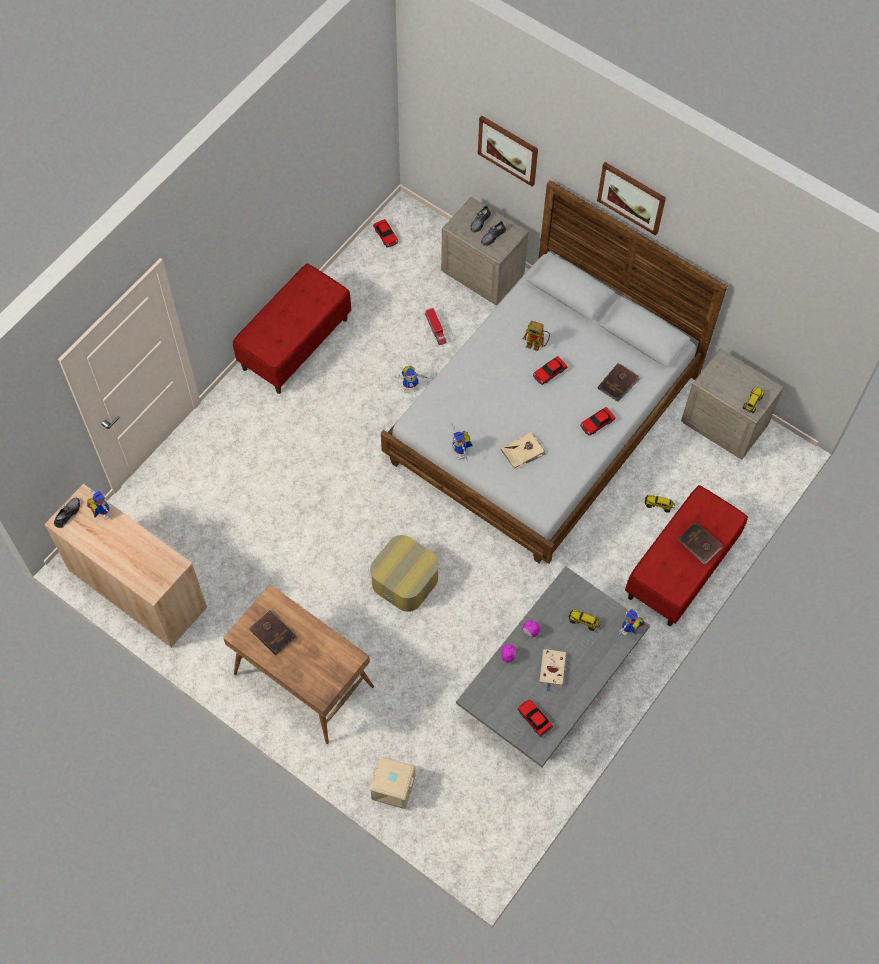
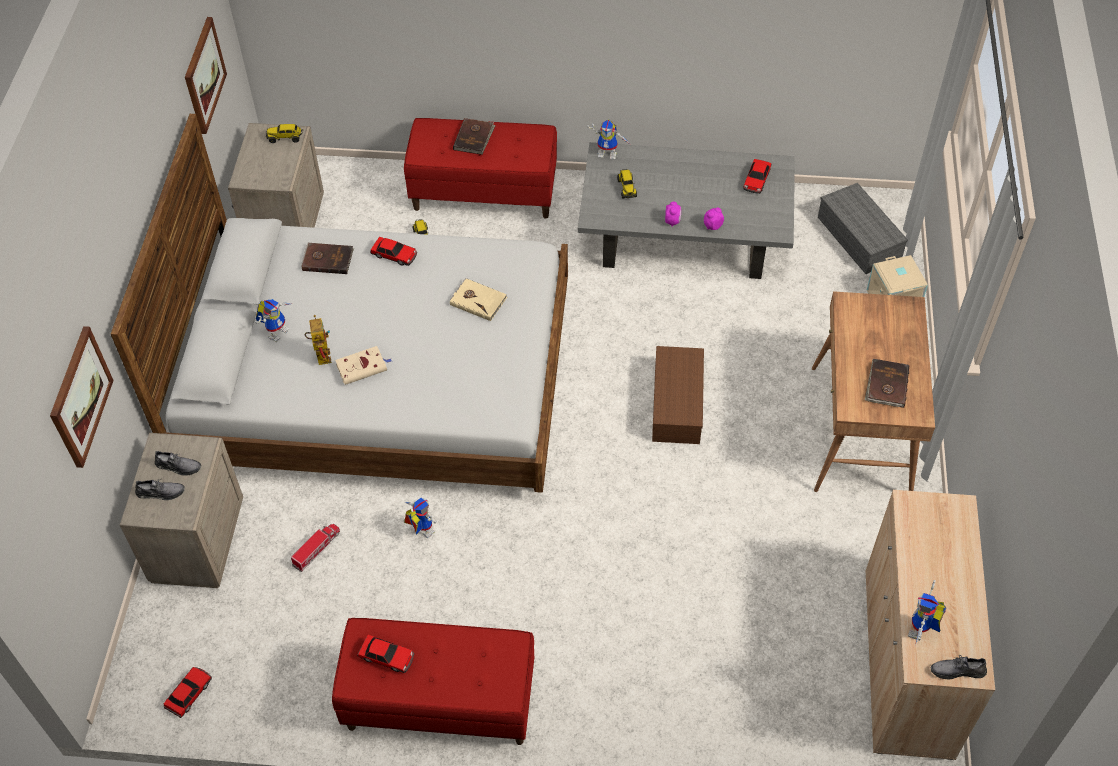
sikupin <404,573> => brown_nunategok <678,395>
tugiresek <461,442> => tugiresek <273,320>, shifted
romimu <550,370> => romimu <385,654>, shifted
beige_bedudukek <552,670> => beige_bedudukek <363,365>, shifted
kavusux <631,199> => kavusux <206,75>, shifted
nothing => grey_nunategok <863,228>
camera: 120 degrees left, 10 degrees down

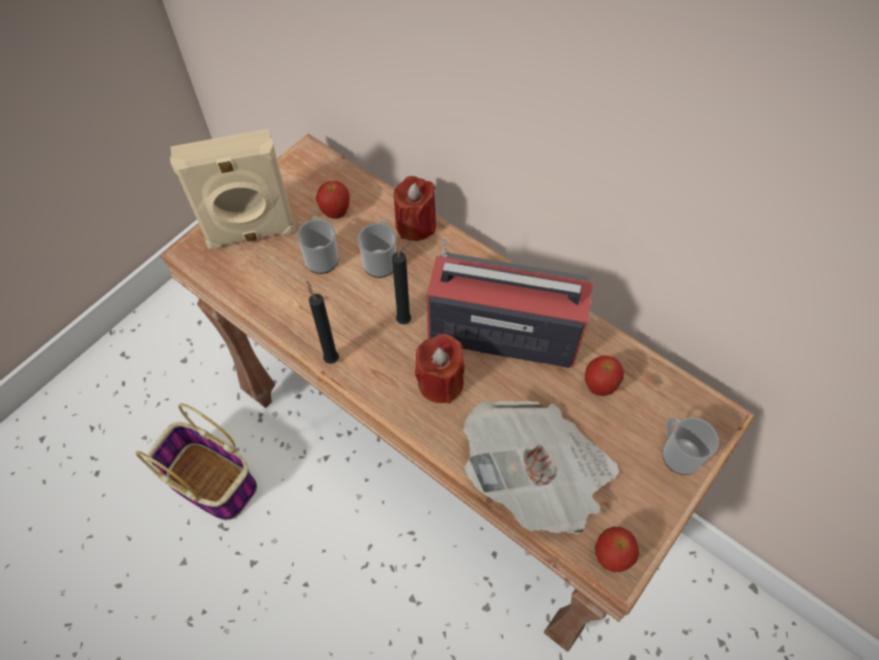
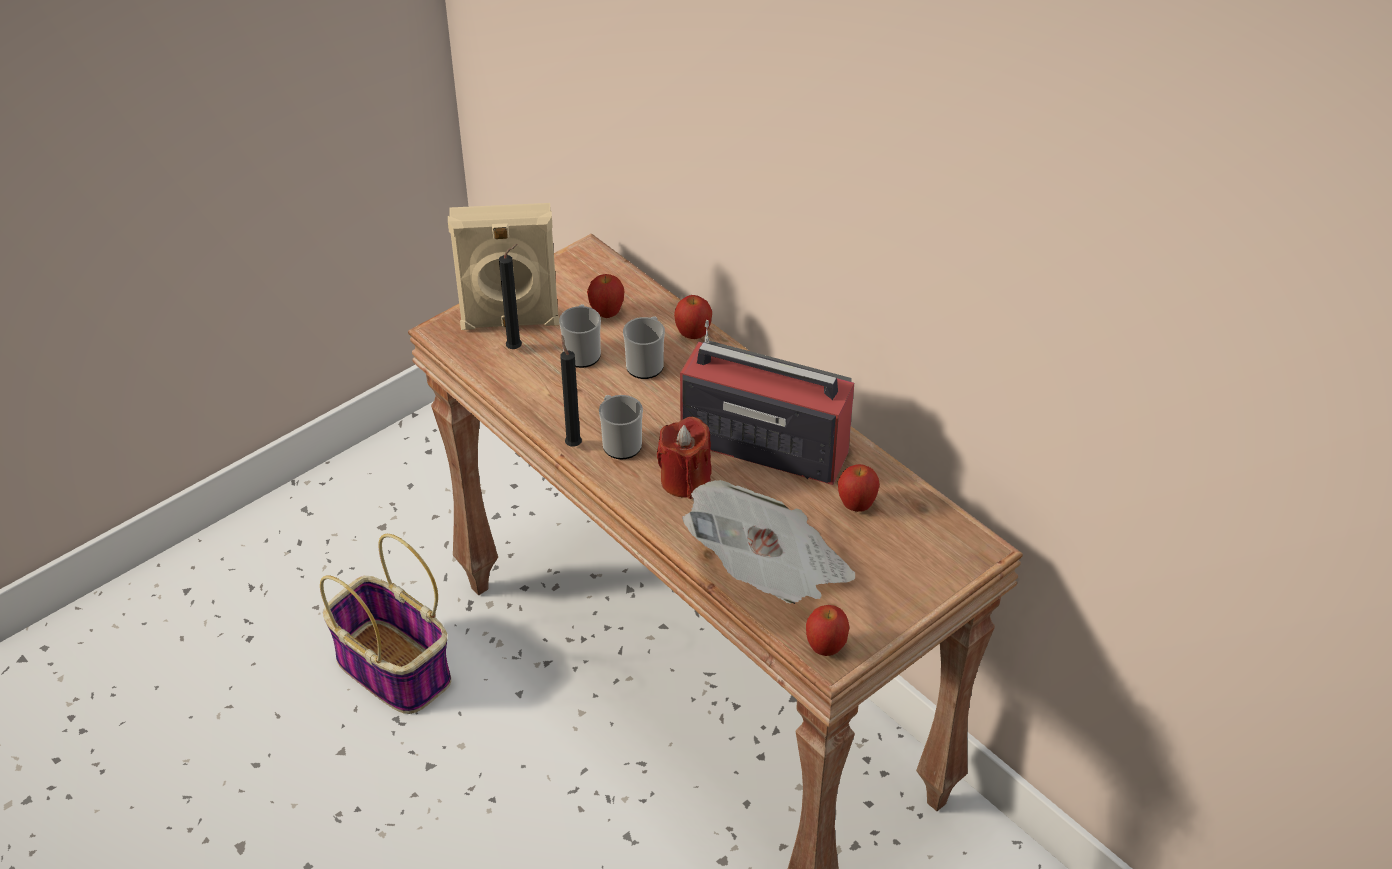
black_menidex <401,282> => black_menidex <510,296>, shifted
red_menidex <415,208> => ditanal <693,317>
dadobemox <690,446> => dadobemox <621,427>, shifted
camera: 10 degrees right, 15 degrees down

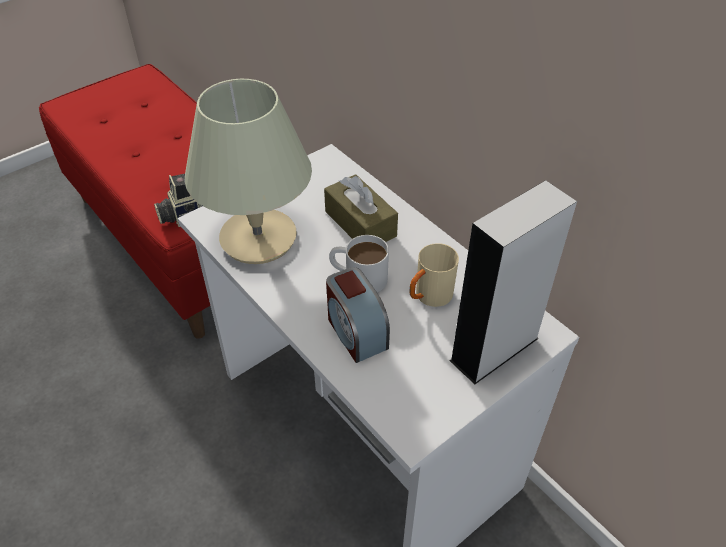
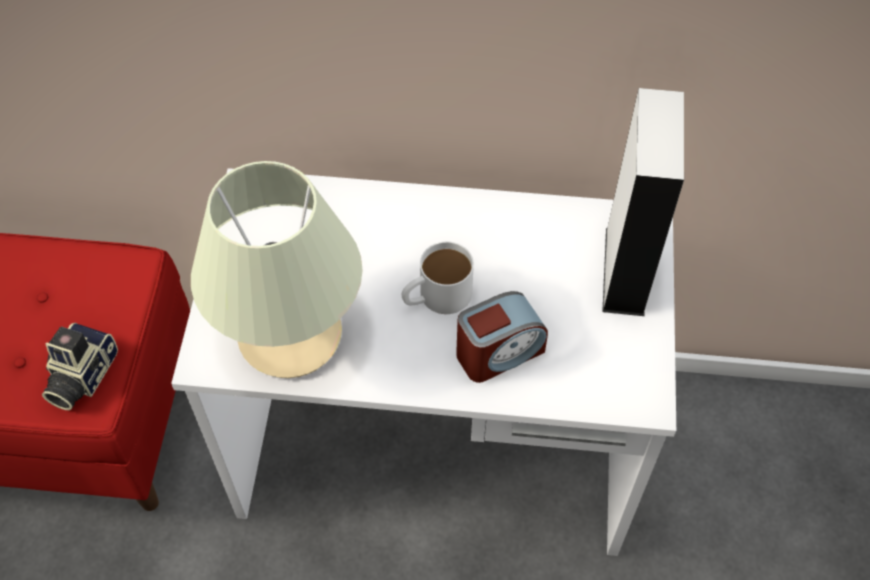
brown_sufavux <361,208> => nothing
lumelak <358,315> => lumelak <502,337>, 45 degrees counterclockwise
beige_dadobemox <434,275> => nothing
camera: 45 degrees left, 10 degrees up

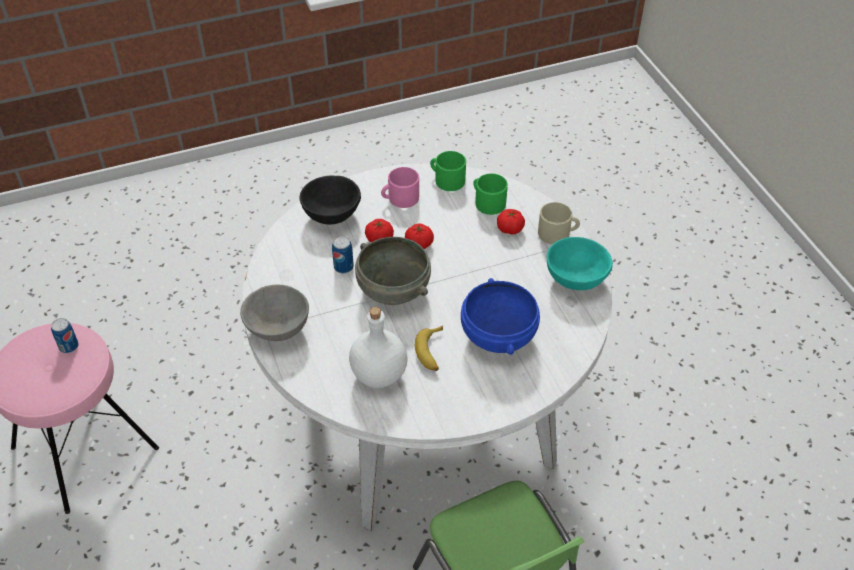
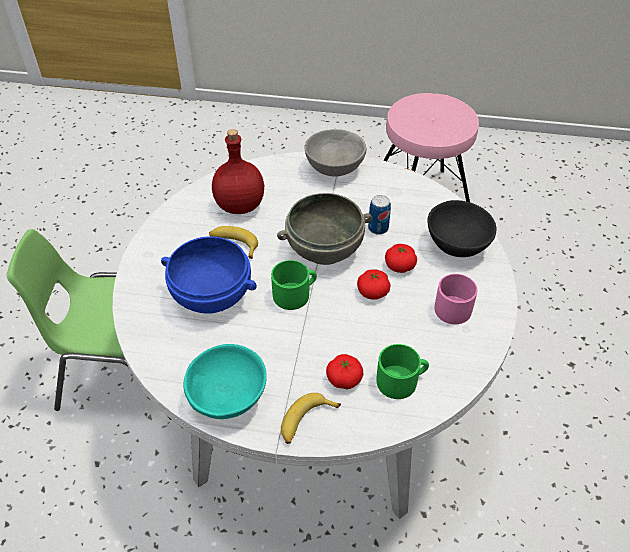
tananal <65,335> => nothing
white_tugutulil <378,347> => red_tugutulil <238,171>
green_dadobemox <448,171> => green_dadobemox <294,285>, shifted
beige_dadobemox <559,223> => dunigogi <311,418>
camera: 120 degrees right, 0 degrees up

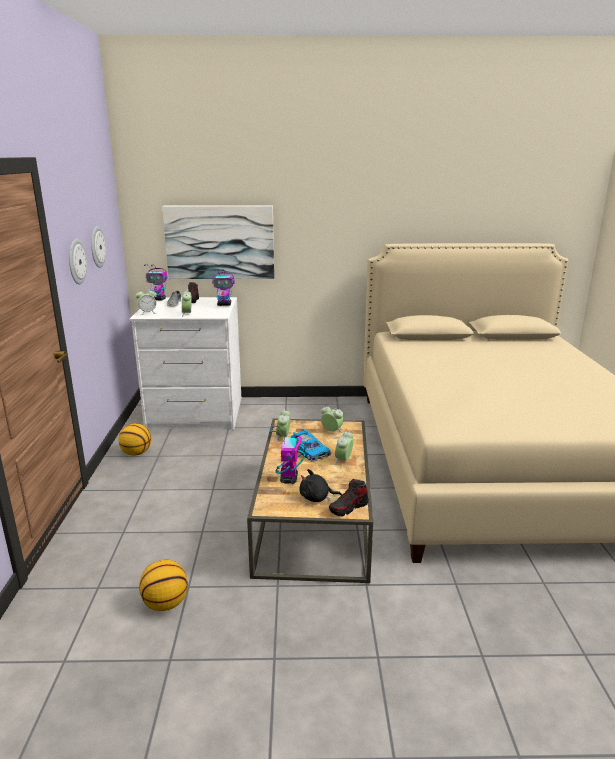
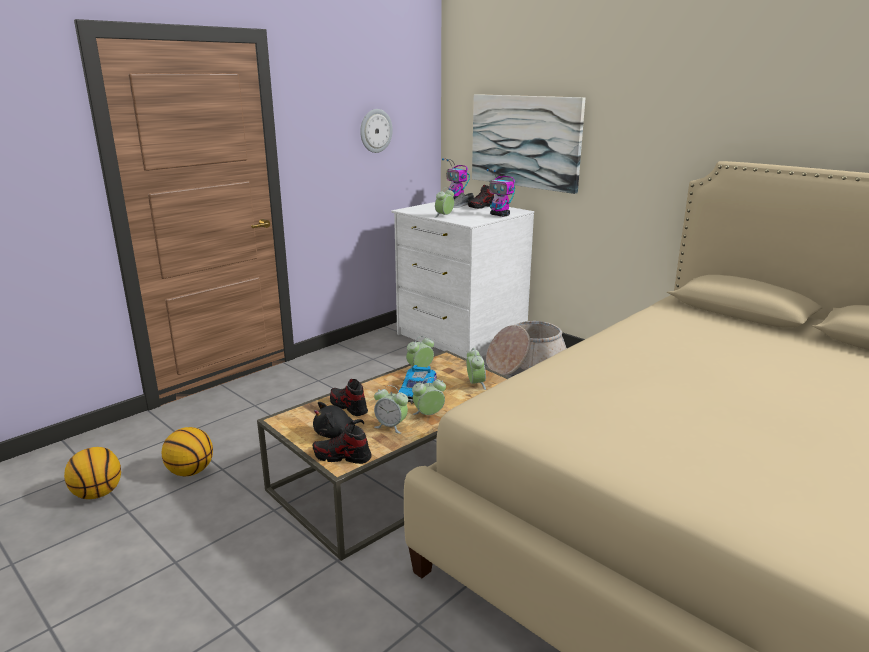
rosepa <78,262> => nothing
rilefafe <134,440> => rilefafe <92,473>, shifted
lumelak <146,303> => lumelak <391,409>, shifted
tugiresek <288,454> => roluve <349,397>
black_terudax <320,485> => black_terudax <338,420>, 75 degrees counterclockwise
nothing => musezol <526,348>
camera: 45 degrees right, 0 degrees up

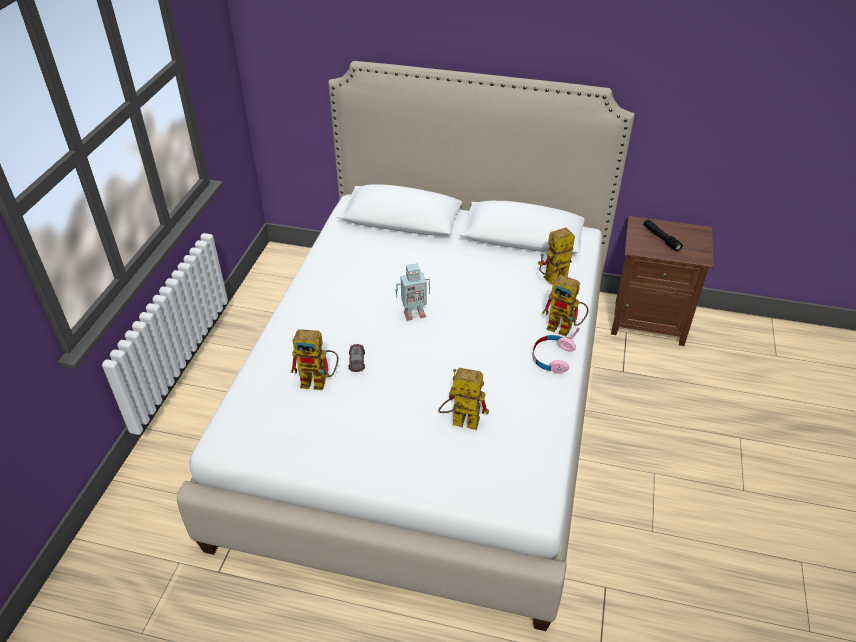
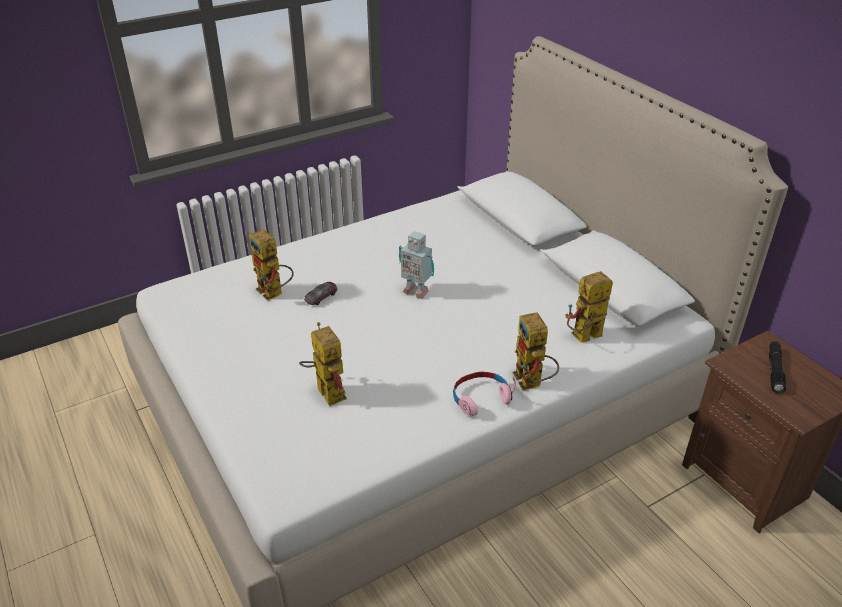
tugiresek <556,255> => tugiresek <589,307>, 45 degrees counterclockwise
camera: 45 degrees right, 5 degrees down

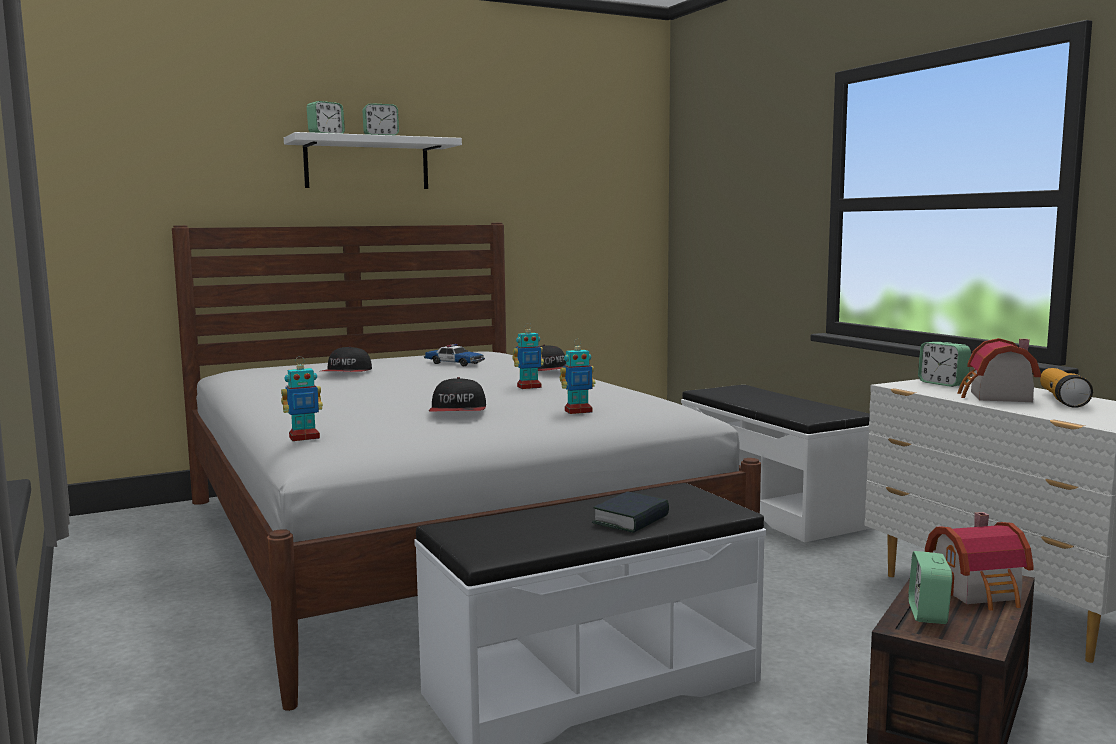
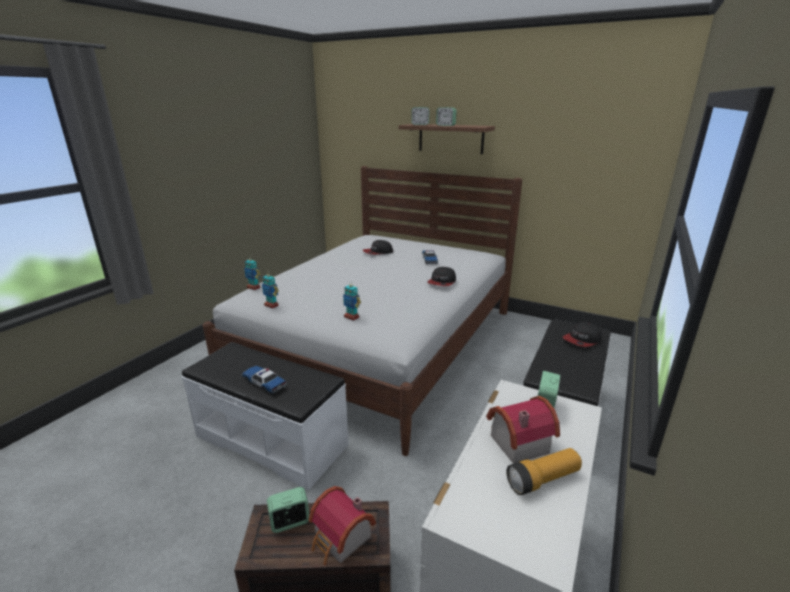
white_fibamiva <373,160> => brown_fibamiva <446,139>
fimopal <457,394> => fimopal <582,334>, shifted
tugiresek <528,356> => tugiresek <270,291>, shifted
bedudukek <630,512> => romimu <264,379>
camera: 55 degrees right, 15 degrees up

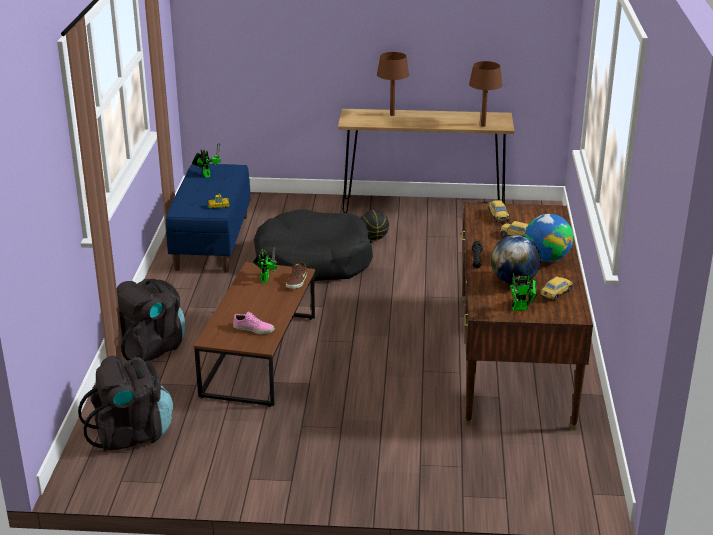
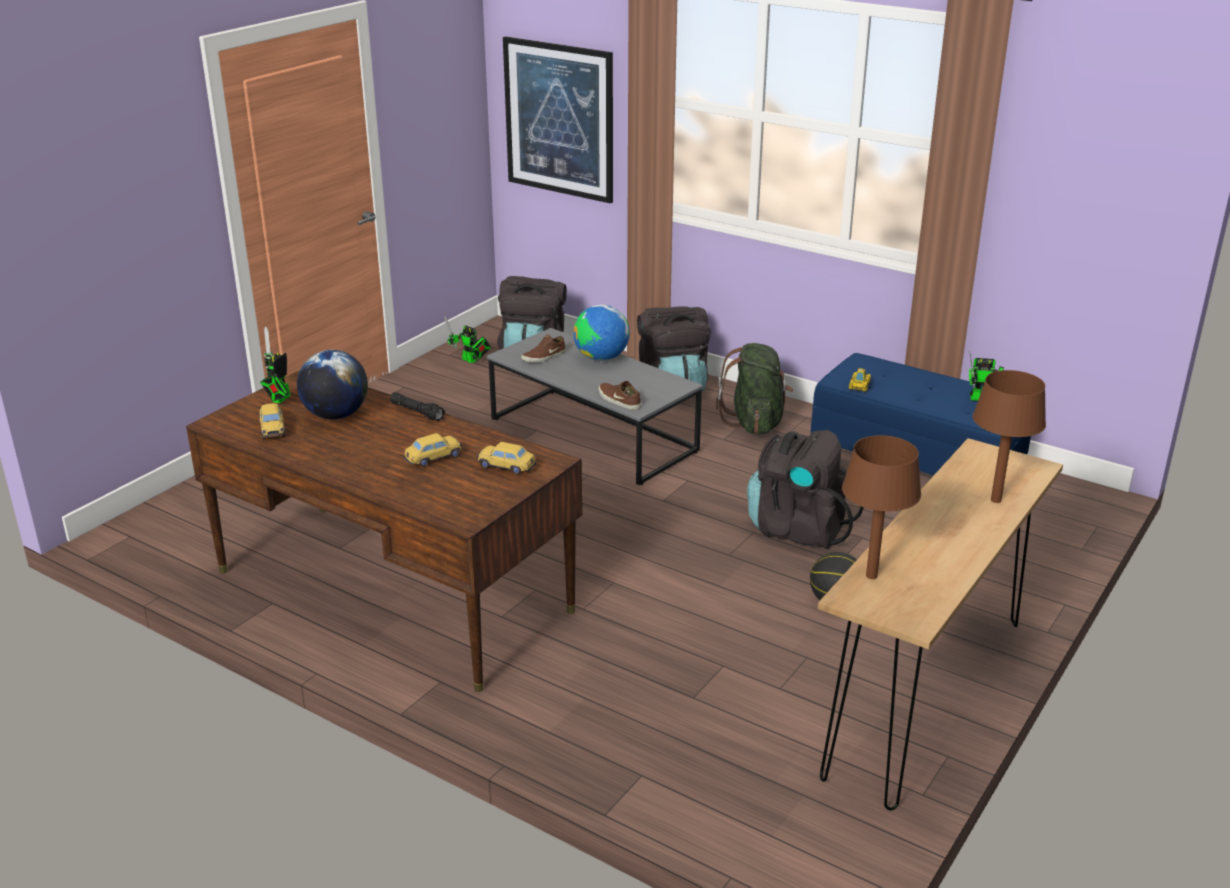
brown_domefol <254,334> => grey_domefol <595,406>
pink_roluve <254,322> => brown_roluve <543,349>
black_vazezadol <313,245> => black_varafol <805,489>
tugiresek <265,265> => tugiresek <467,339>, shifted
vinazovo <549,238> => vinazovo <601,333>, shifted
nothing => kavusux <558,120>
nothing => green_varafol <754,388>
camera: 120 degrees right, 0 degrees up

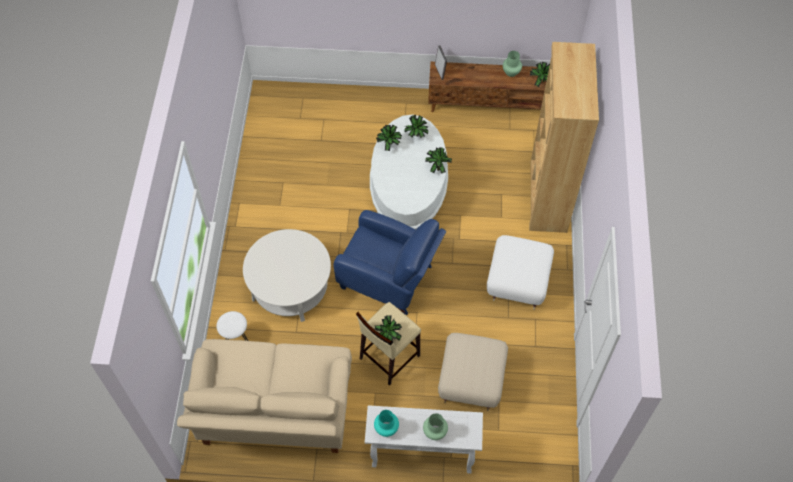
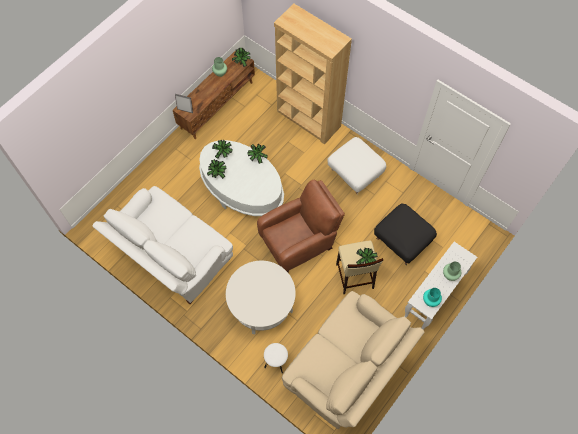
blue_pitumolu <390,262> => brown_pitumolu <301,226>
beige_sikupin <473,372> => black_sikupin <405,234>
nothing => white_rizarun <162,245>
camera: 55 degrees left, 5 degrees up

